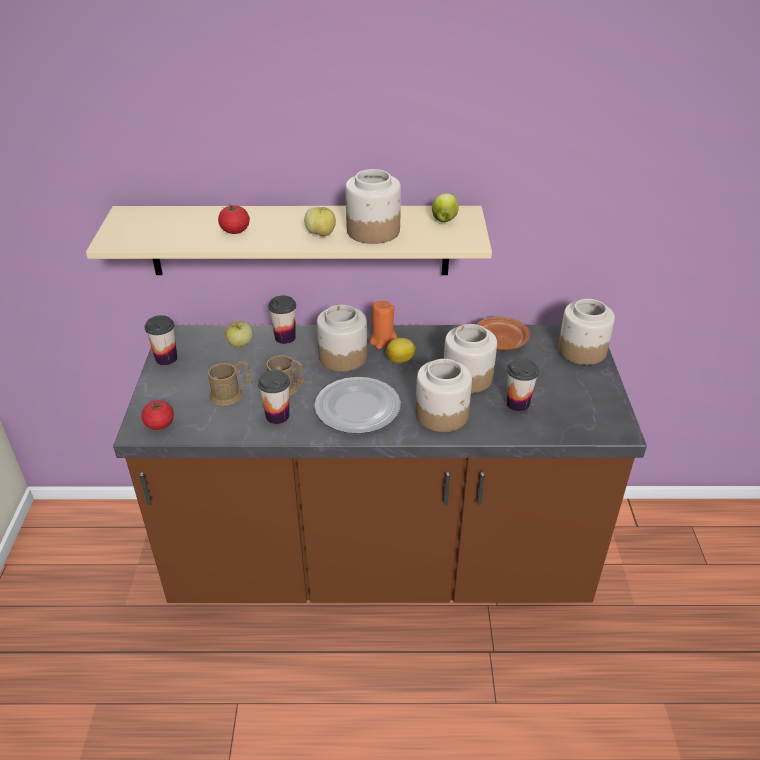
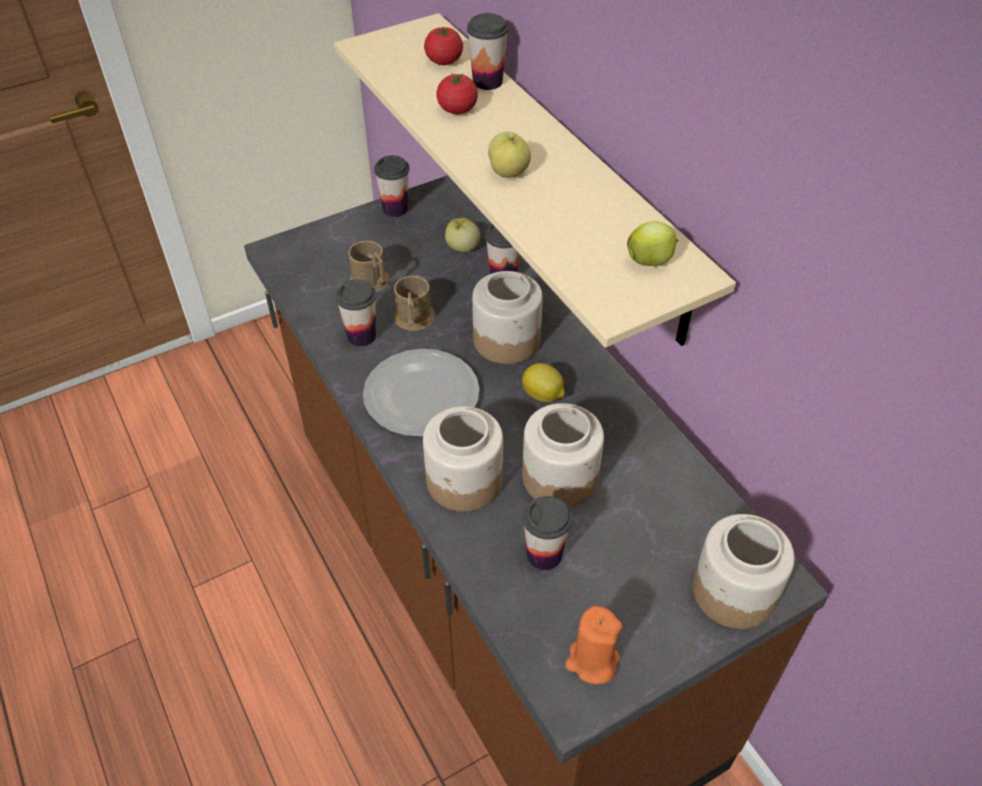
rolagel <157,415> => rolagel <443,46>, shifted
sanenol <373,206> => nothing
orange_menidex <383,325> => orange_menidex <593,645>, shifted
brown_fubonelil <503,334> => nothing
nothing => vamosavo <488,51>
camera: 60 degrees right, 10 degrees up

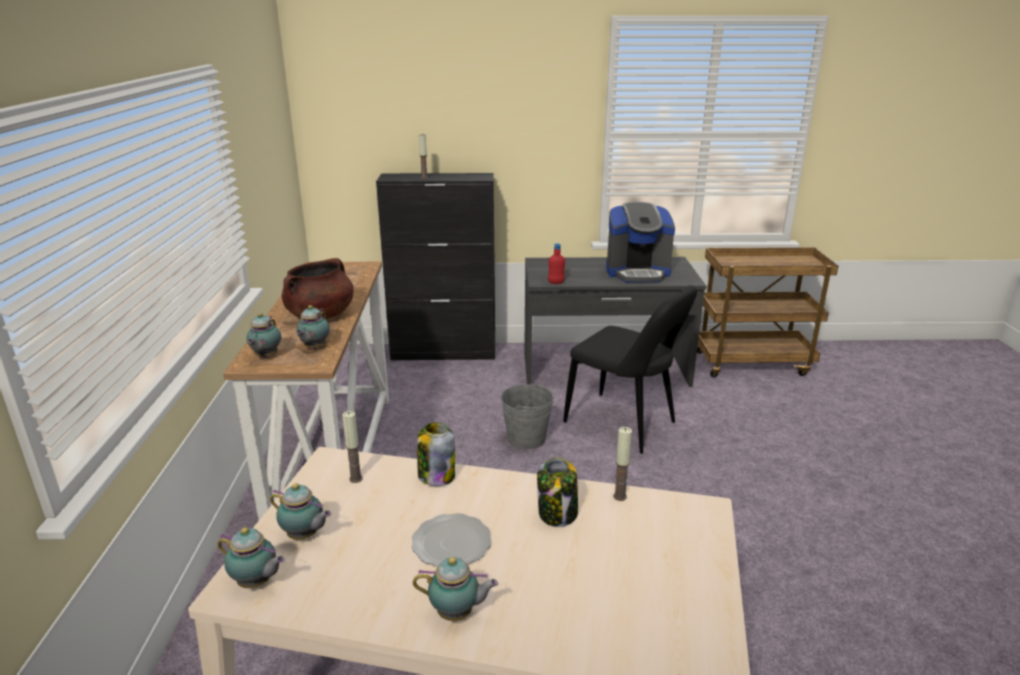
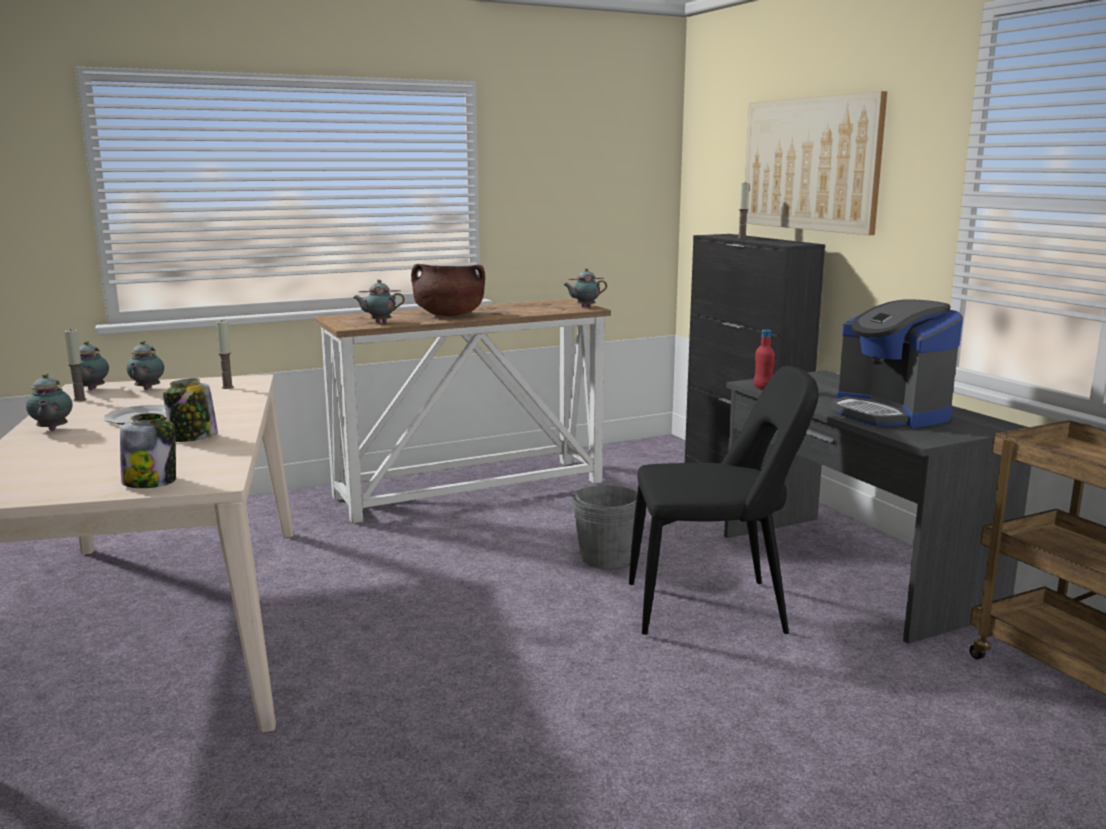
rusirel <263,335> => rusirel <585,287>, shifted
sanenol <436,454> => sanenol <148,450>, shifted
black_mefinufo <630,369> => black_mefinufo <724,500>, 105 degrees counterclockwise
menidex <622,464> => menidex <75,365>, shifted
nothing => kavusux <816,163>
camera: 65 degrees right, 10 degrees down

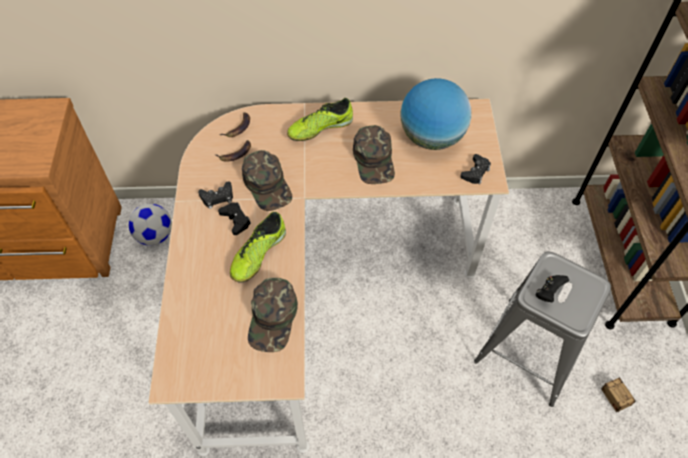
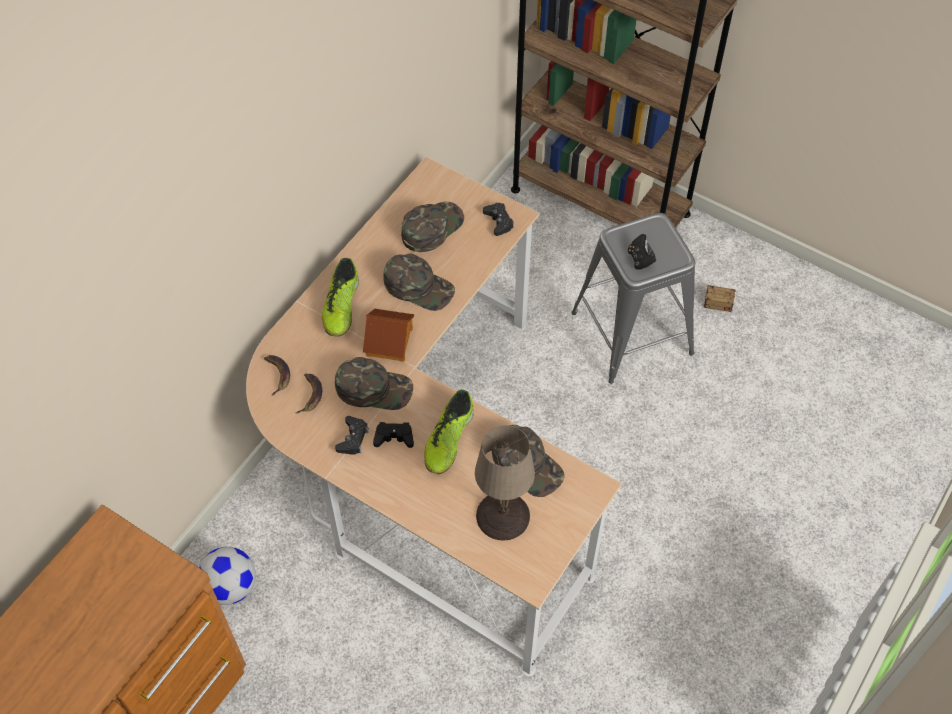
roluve <258,247> => roluve <449,432>, 45 degrees clockwise
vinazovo <436,114> => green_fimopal <432,227>
nothing => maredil <388,335>
nothing => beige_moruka <505,483>
camera: 55 degrees left, 0 degrees up

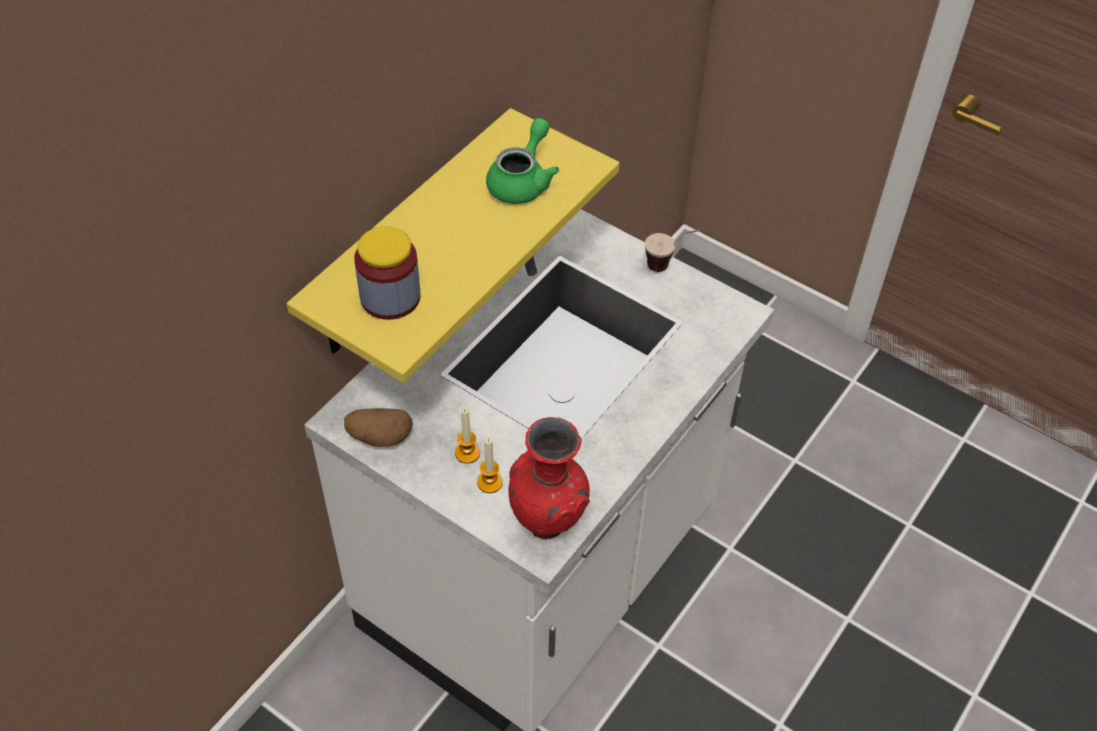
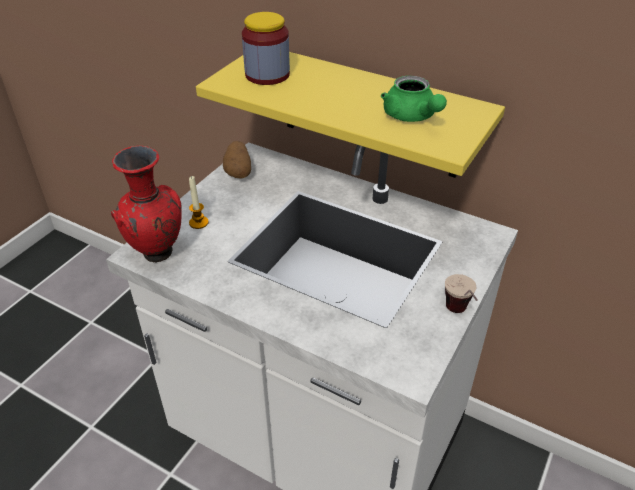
menidex <467,435> => nothing
green_rusirel <522,161> => green_rusirel <414,99>, 45 degrees clockwise
camera: 85 degrees right, 10 degrees down

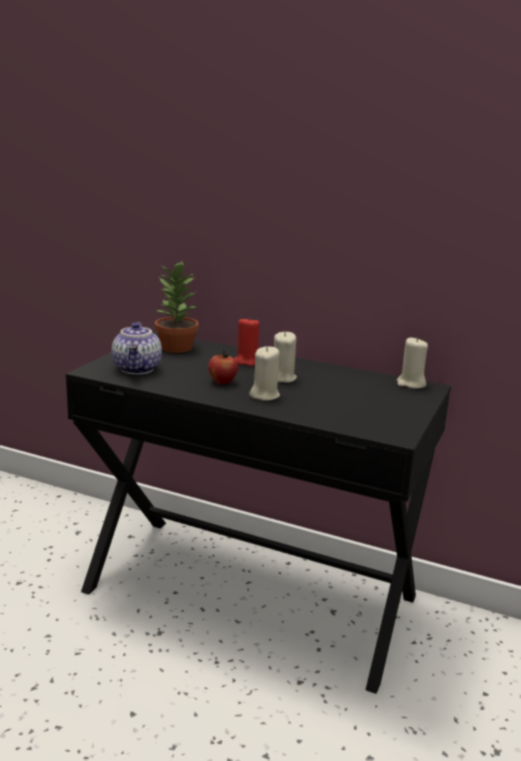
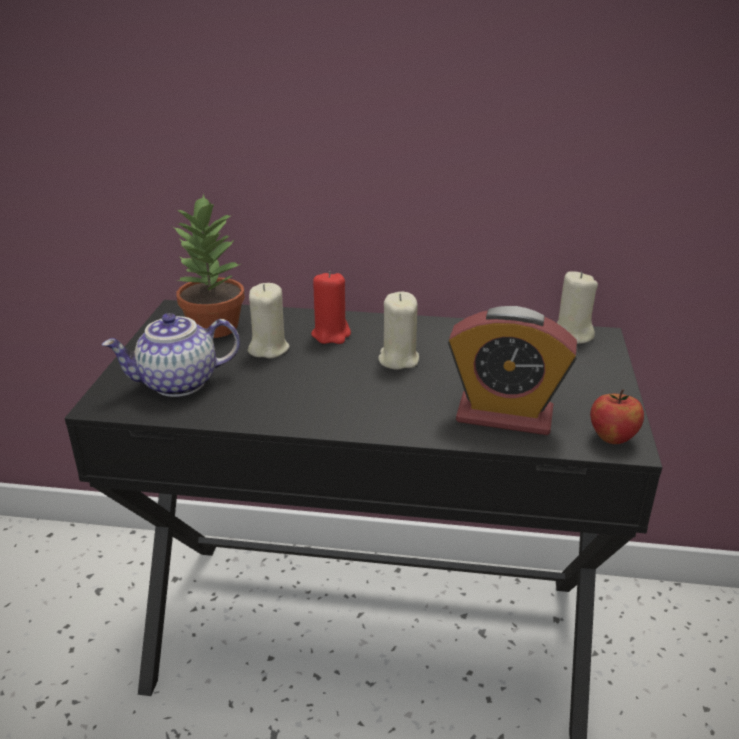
rusirel <137,348> => rusirel <171,355>, 90 degrees clockwise
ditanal <223,367> => ditanal <617,416>, shifted
beige_menidex <264,373> => beige_menidex <269,320>, shifted
nothing => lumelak <513,370>
camera: 15 degrees left, 10 degrees up

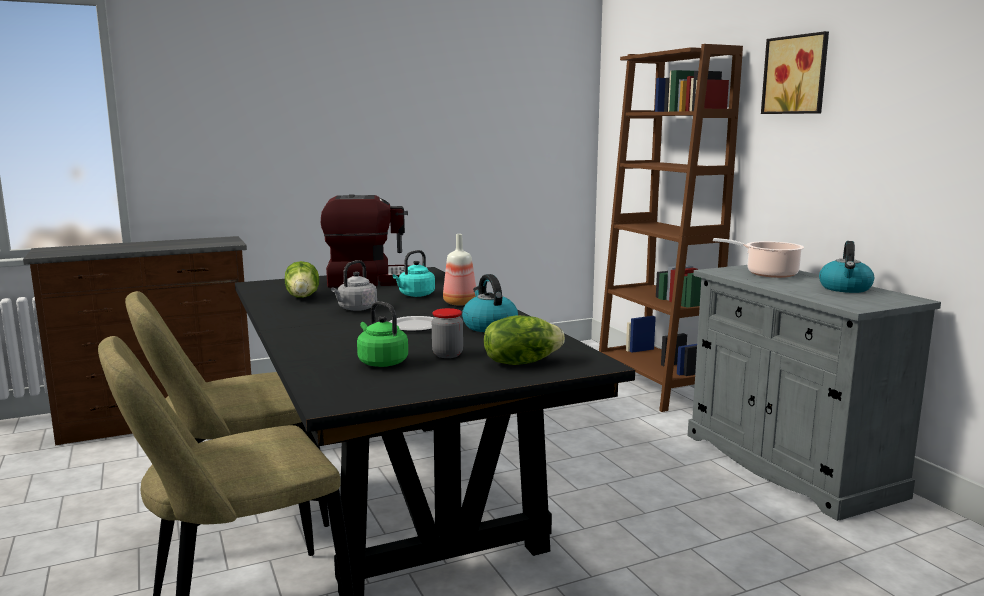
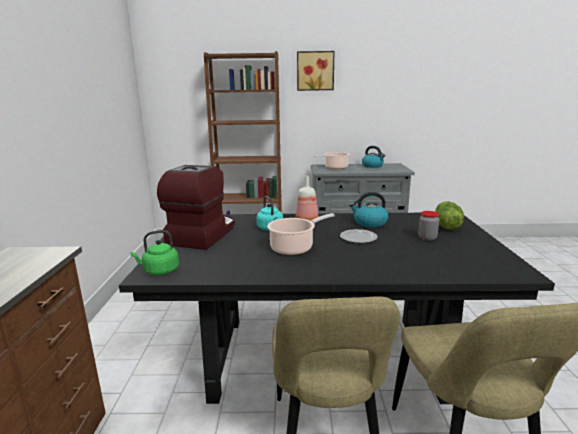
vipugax <302,279> => nothing
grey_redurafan <354,285> => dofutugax <301,234>
green_redurafan <382,334> => green_redurafan <154,252>, shifted
camera: 65 degrees left, 5 degrees up

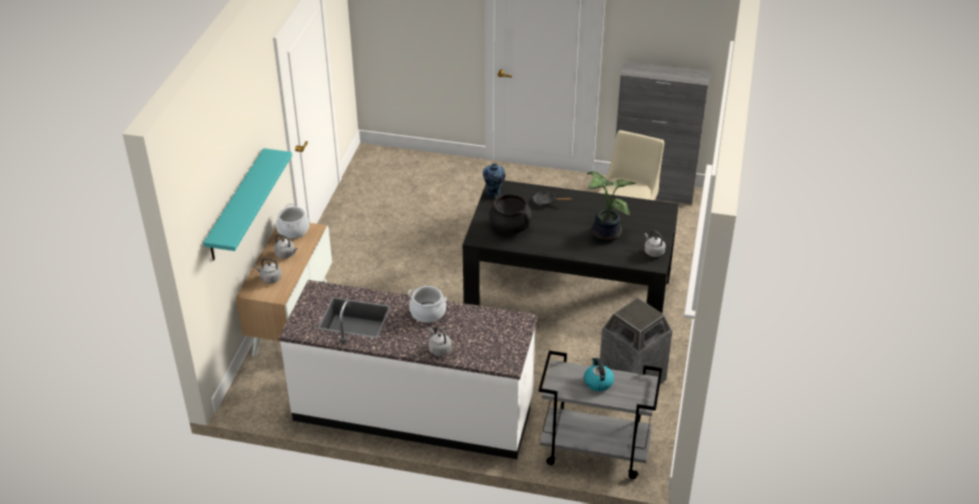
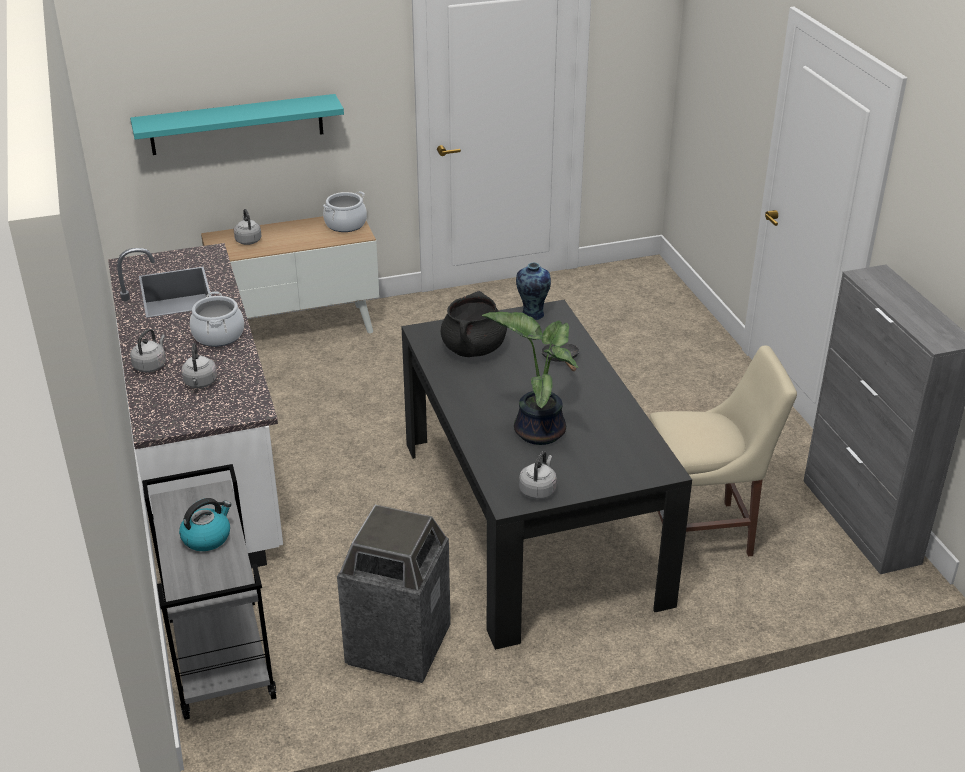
grey_redurafan <286,246> => grey_redurafan <199,365>, shifted
camera: 60 degrees right, 5 degrees down

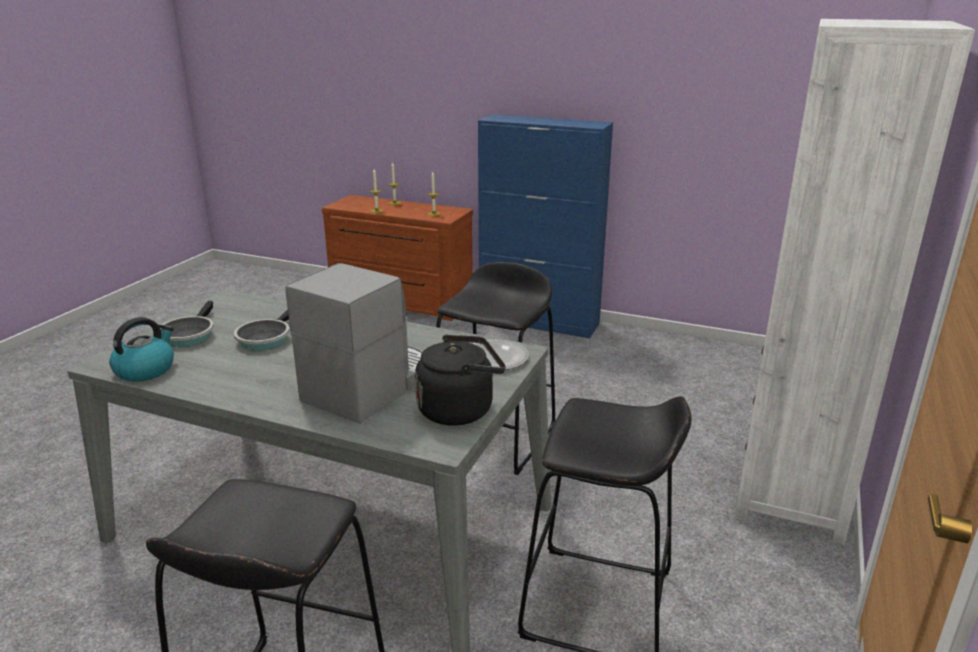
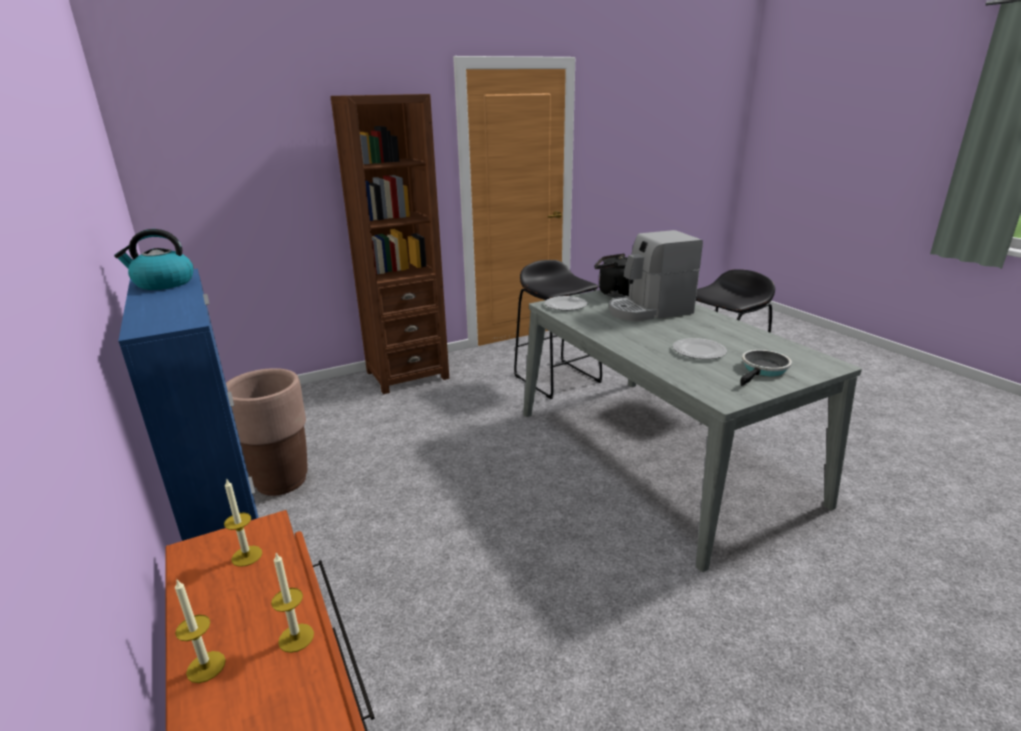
redurafan <141,349> => redurafan <154,259>, shifted
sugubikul <262,330> => fubonelil <700,348>
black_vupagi <495,368> => nothing
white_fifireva <855,282> => brown_fifireva <389,244>
nothing => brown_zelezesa <267,432>
camera: 140 degrees left, 0 degrees up

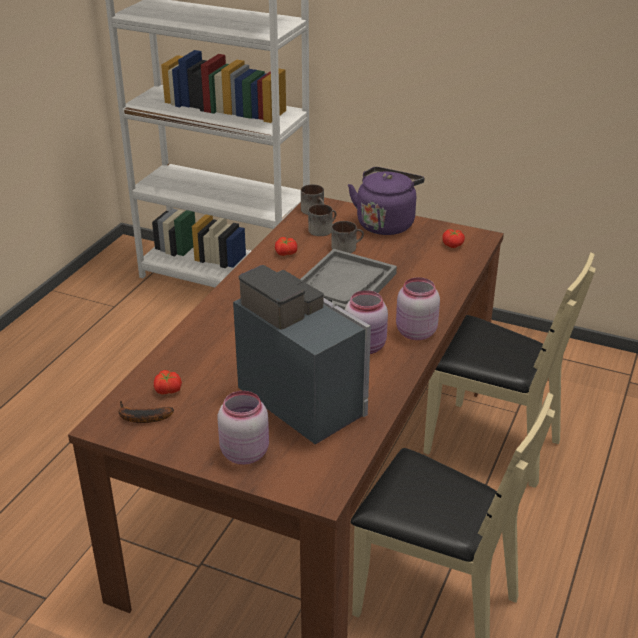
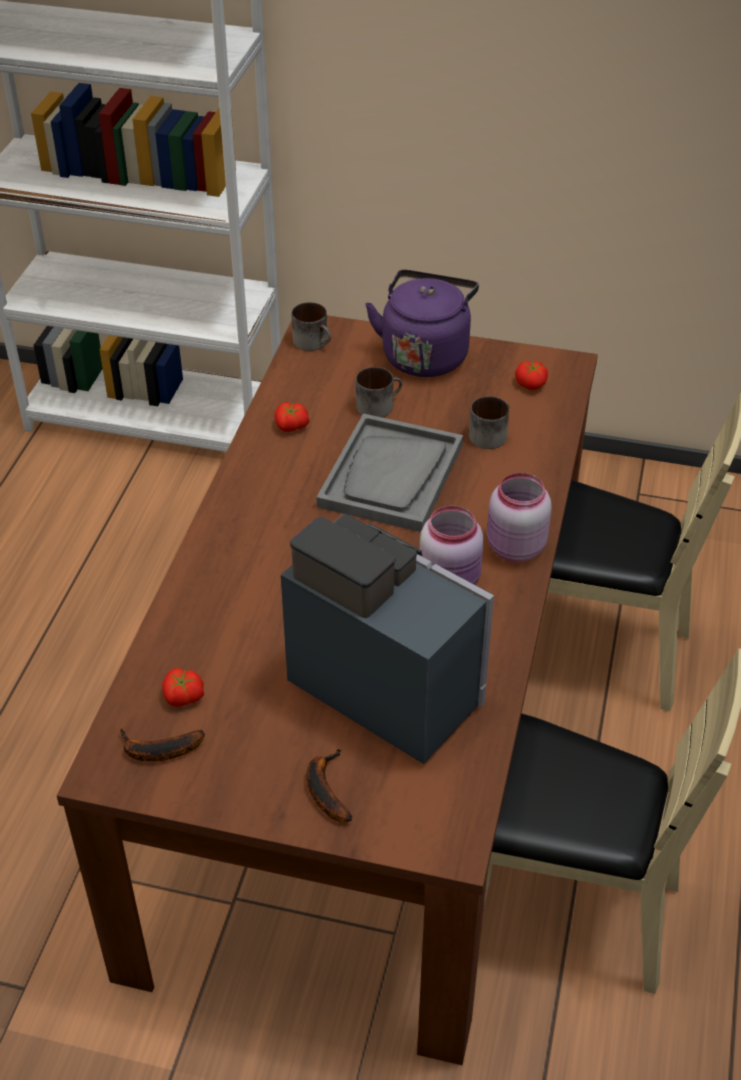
pink_sanenol <243,428> => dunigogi <329,785>
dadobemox <322,220> => dadobemox <489,422>, shifted
camera: 10 degrees left, 10 degrees up

